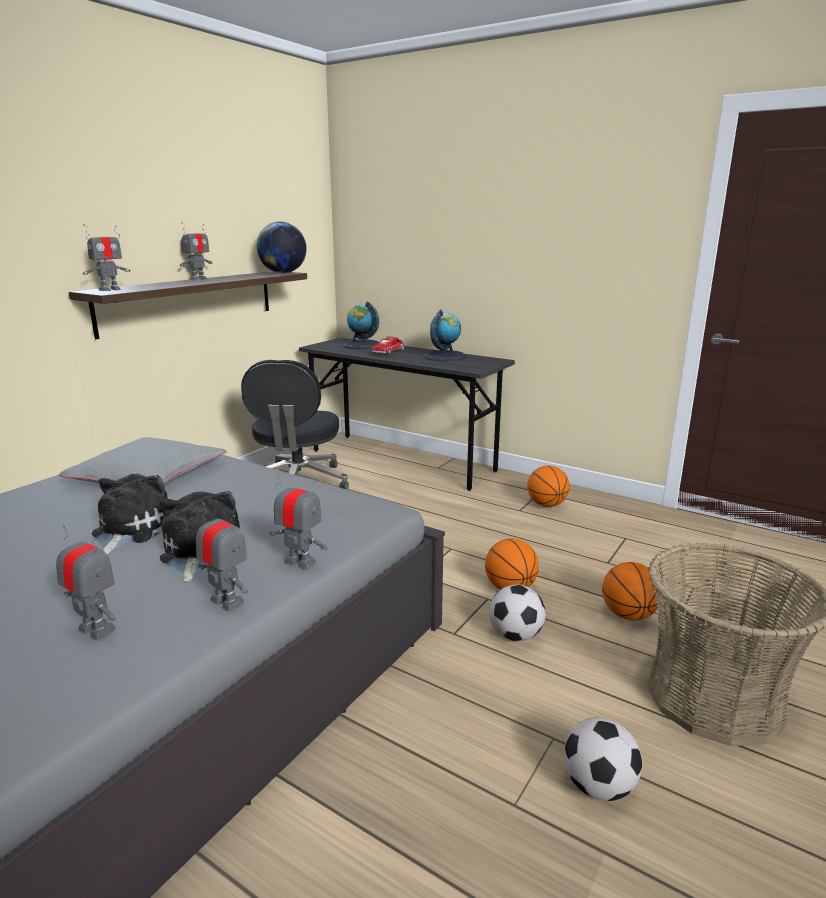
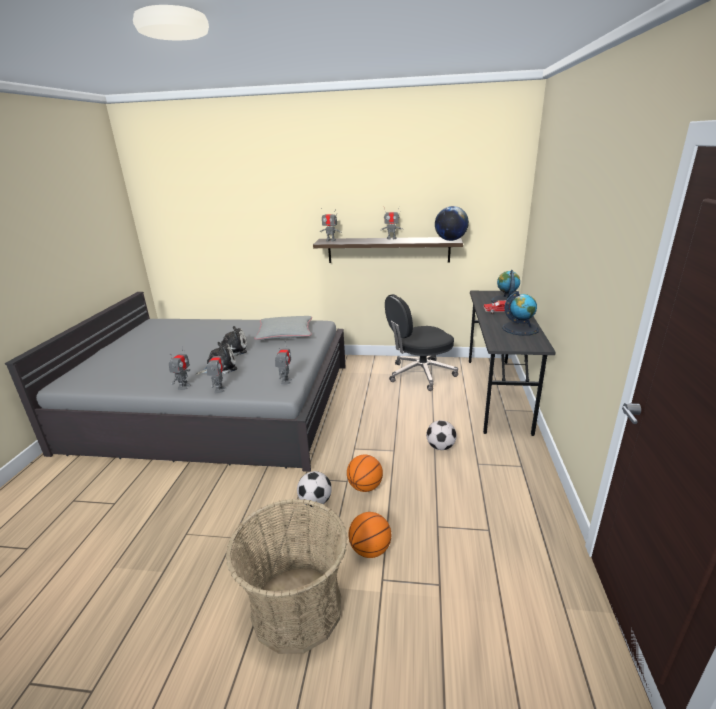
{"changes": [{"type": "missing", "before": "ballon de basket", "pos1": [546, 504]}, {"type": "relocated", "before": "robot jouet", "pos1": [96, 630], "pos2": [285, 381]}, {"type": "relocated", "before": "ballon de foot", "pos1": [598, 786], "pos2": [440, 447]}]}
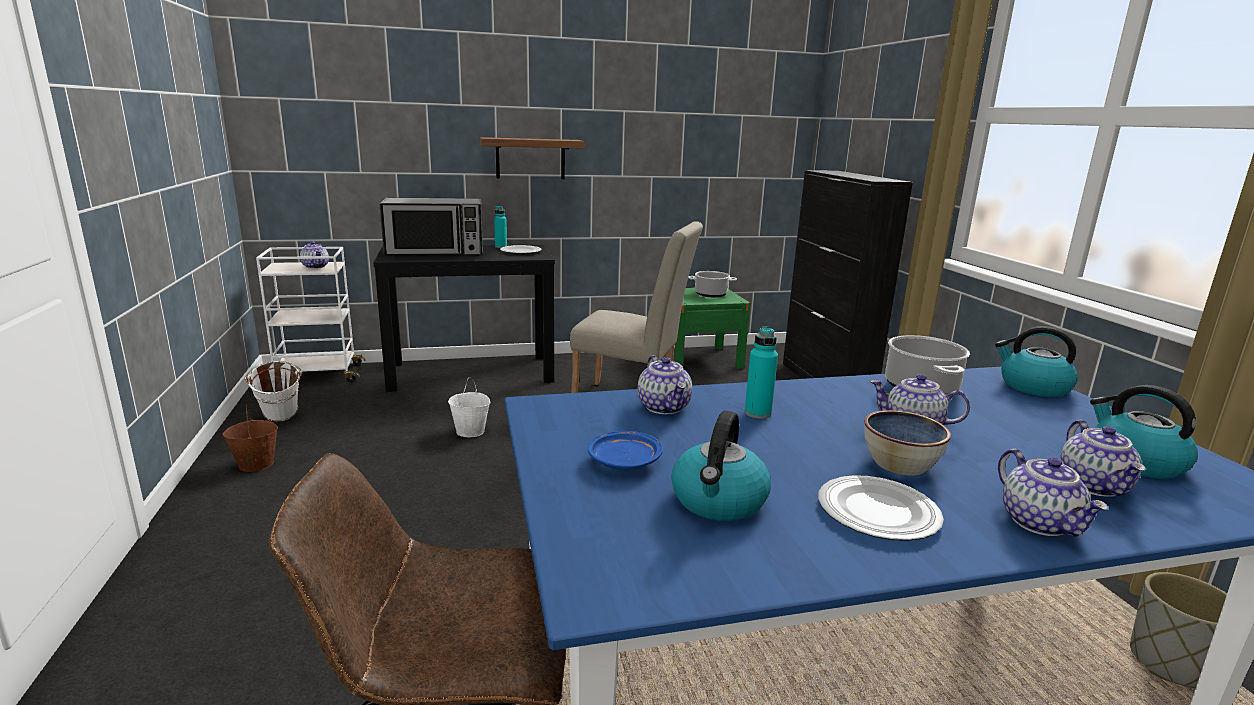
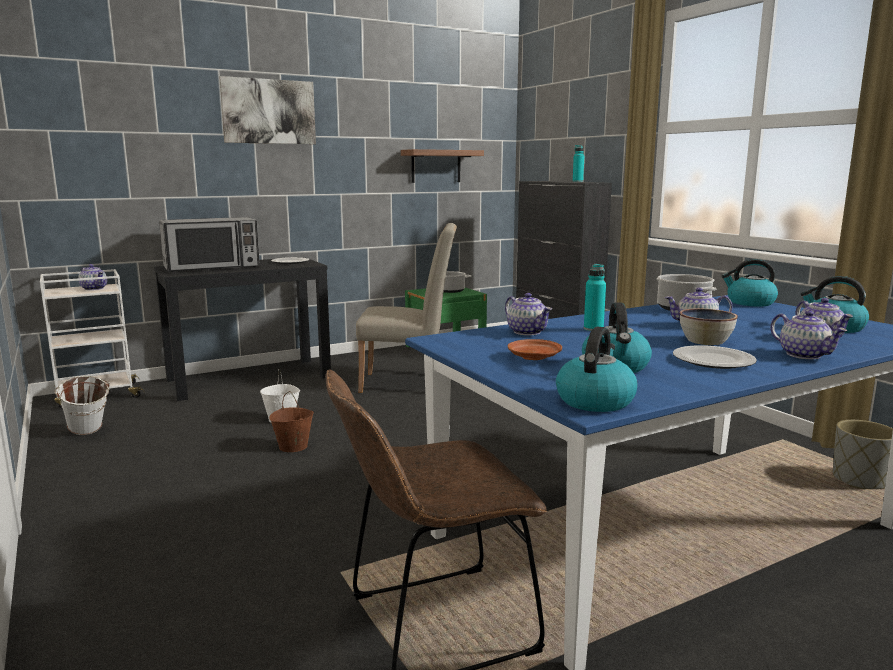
{"changes": [{"type": "relocated", "before": "étagère", "pos1": [530, 158], "pos2": [436, 166]}, {"type": "relocated", "before": "bouteille (turquoise)", "pos1": [501, 247], "pos2": [577, 181]}, {"type": "relocated", "before": "seau (marron)", "pos1": [255, 464], "pos2": [293, 447]}, {"type": "colour", "before": "assiette (bleu)", "after": "assiette (marron)", "pos1": [624, 461], "pos2": [534, 357]}, {"type": "appeared", "after": "tableau", "pos2": [268, 111]}, {"type": "appeared", "after": "bouilloire", "pos2": [595, 400]}]}
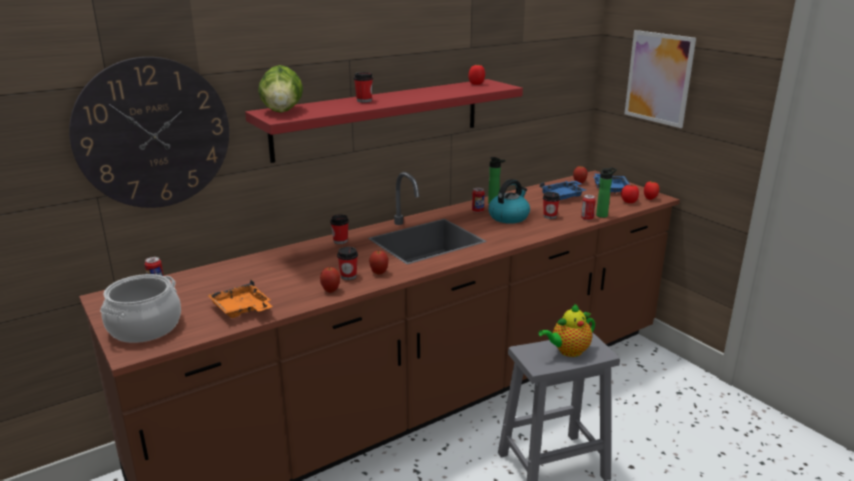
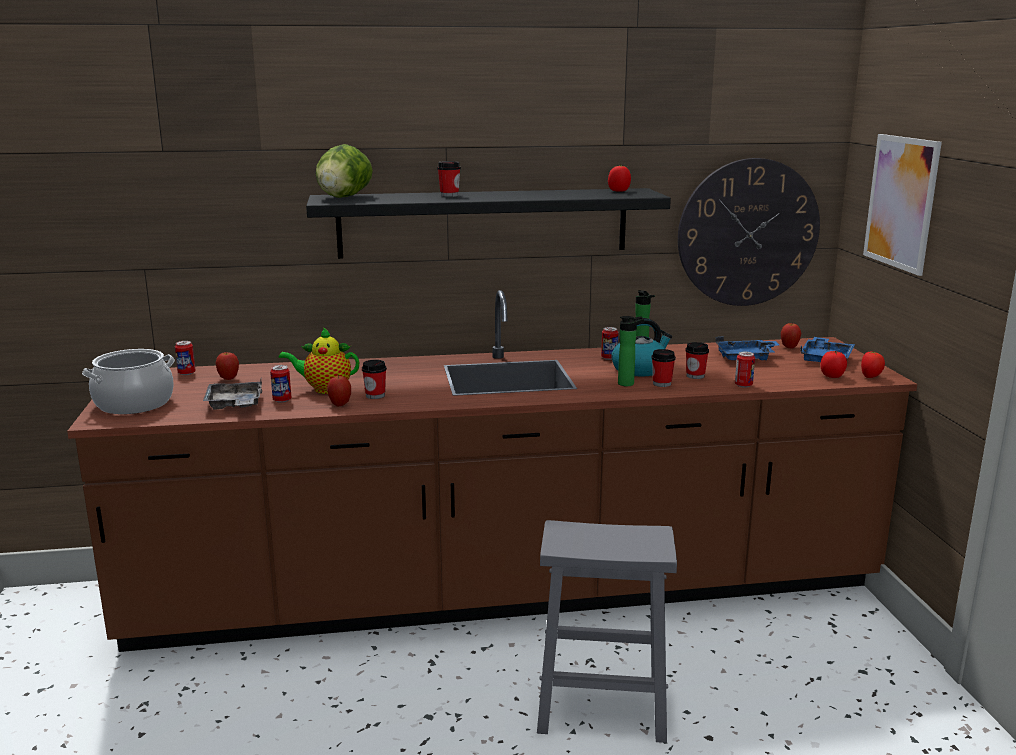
{"changes": [{"type": "relocated", "before": "horloge murale", "pos1": [153, 134], "pos2": [748, 233]}, {"type": "colour", "before": "étagère (rouge)", "after": "étagère (noir)", "pos1": [379, 118], "pos2": [484, 222]}, {"type": "relocated", "before": "bouteille", "pos1": [603, 215], "pos2": [628, 384]}, {"type": "relocated", "before": "tasse", "pos1": [340, 241], "pos2": [662, 384]}, {"type": "relocated", "before": "pomme", "pos1": [379, 273], "pos2": [228, 379]}, {"type": "colour", "before": "plateau (orange)", "after": "plateau (gris)", "pos1": [241, 309], "pos2": [235, 405]}, {"type": "relocated", "before": "théière", "pos1": [568, 351], "pos2": [324, 389]}, {"type": "appeared", "after": "boîte métallique", "pos2": [282, 400]}]}
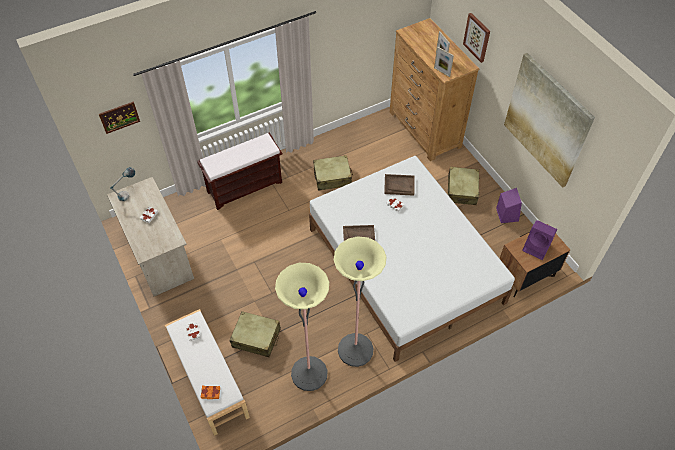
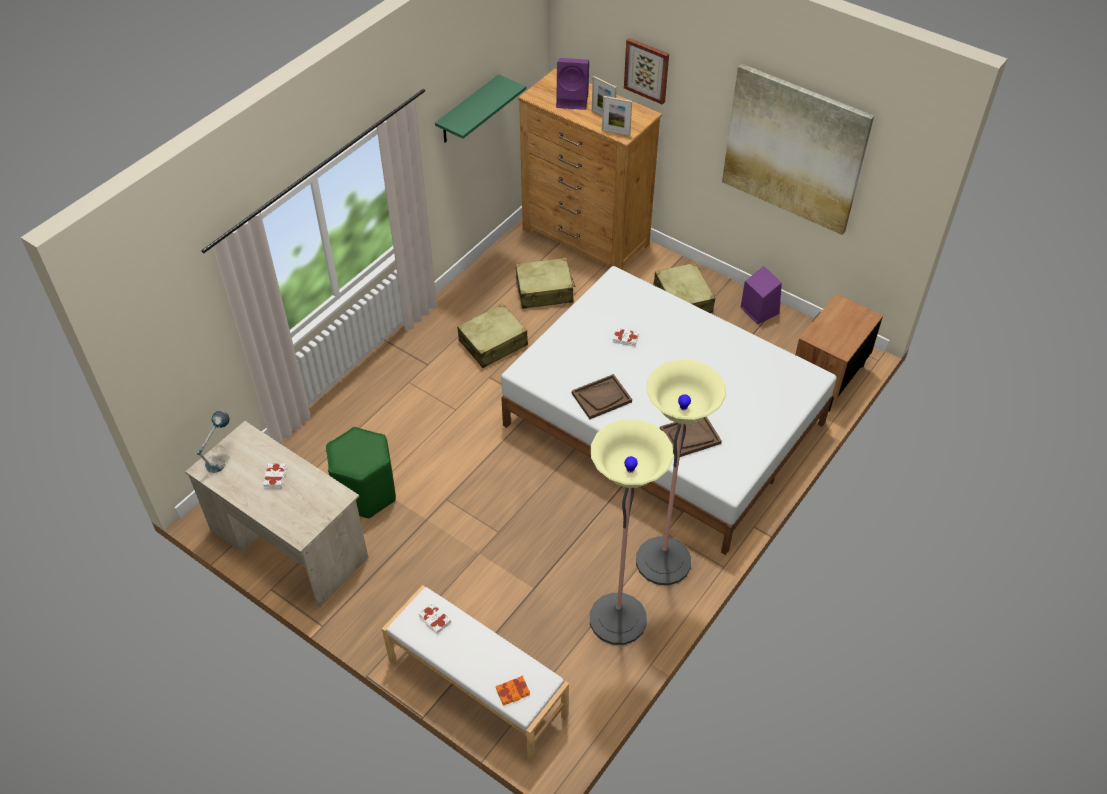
{"changes": [{"type": "missing", "before": "tableau", "pos1": [119, 117]}, {"type": "missing", "before": "banc (marron)", "pos1": [245, 186]}, {"type": "relocated", "before": "plateau (marron)", "pos1": [399, 185], "pos2": [690, 436]}, {"type": "relocated", "before": "enceinte (violet)", "pos1": [537, 248], "pos2": [573, 100]}, {"type": "relocated", "before": "valise (beige)", "pos1": [256, 338], "pos2": [544, 291]}, {"type": "appeared", "after": "étagère (vert)", "pos2": [468, 110]}, {"type": "appeared", "after": "tabouret (vert)", "pos2": [366, 493]}]}
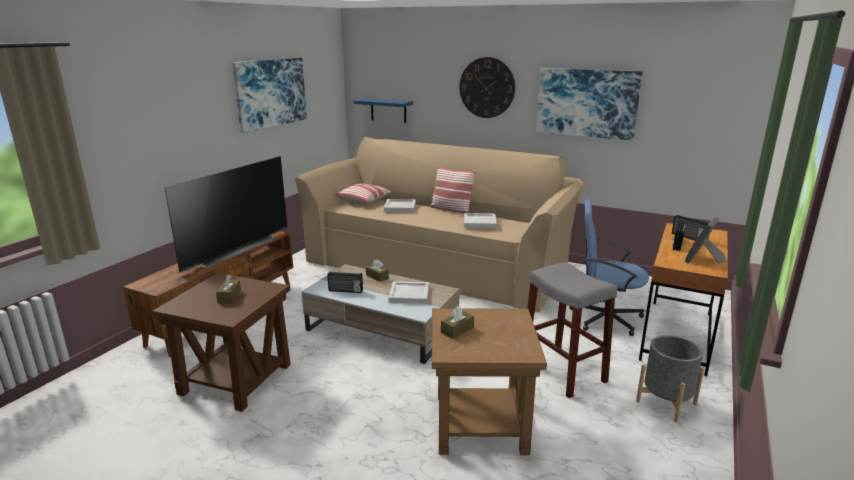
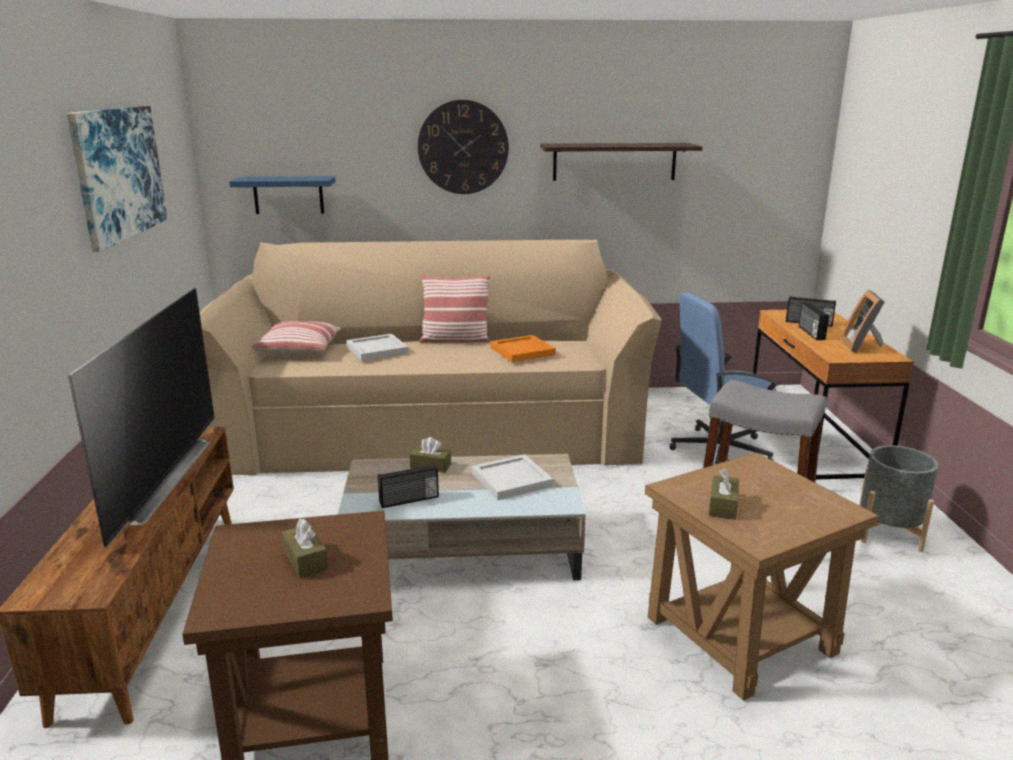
{"changes": [{"type": "exchanged", "before": "tableau", "after": "étagère", "pos1": [587, 103], "pos2": [614, 161]}, {"type": "colour", "before": "plateau (blanc)", "after": "plateau (orange)", "pos1": [479, 222], "pos2": [522, 351]}]}
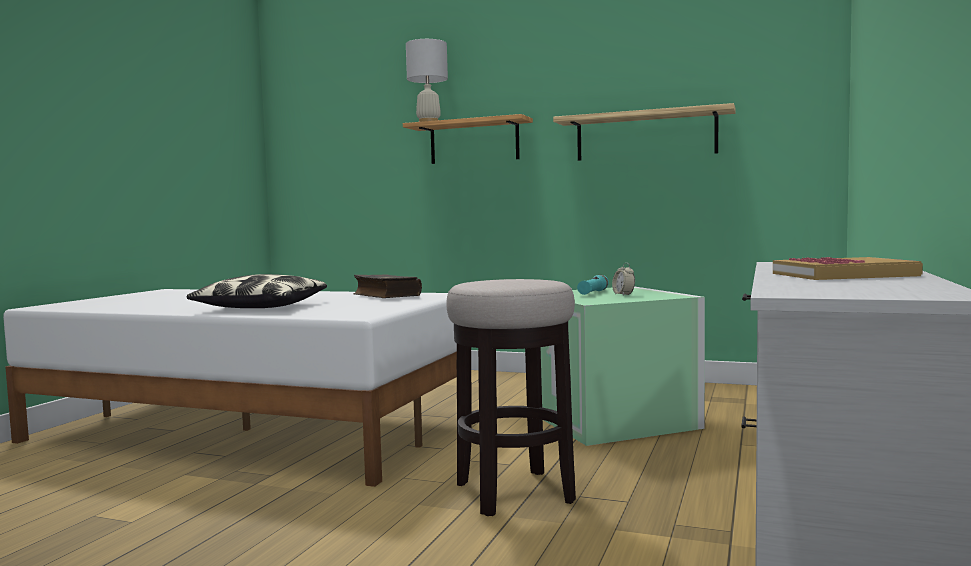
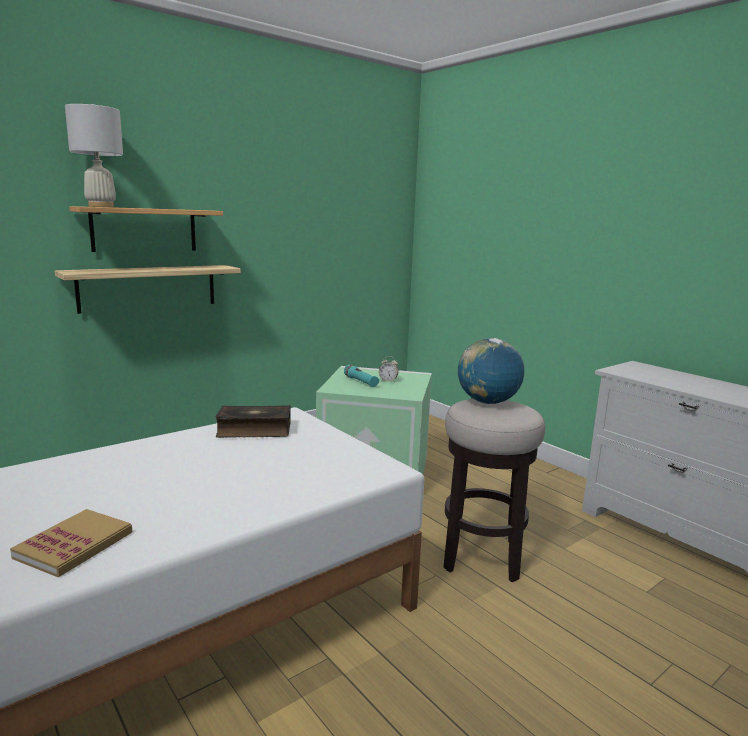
{"changes": [{"type": "relocated", "before": "étagère", "pos1": [645, 136], "pos2": [148, 288]}, {"type": "relocated", "before": "livre", "pos1": [843, 275], "pos2": [74, 545]}, {"type": "missing", "before": "coussin", "pos1": [261, 307]}, {"type": "appeared", "after": "globe", "pos2": [487, 402]}]}
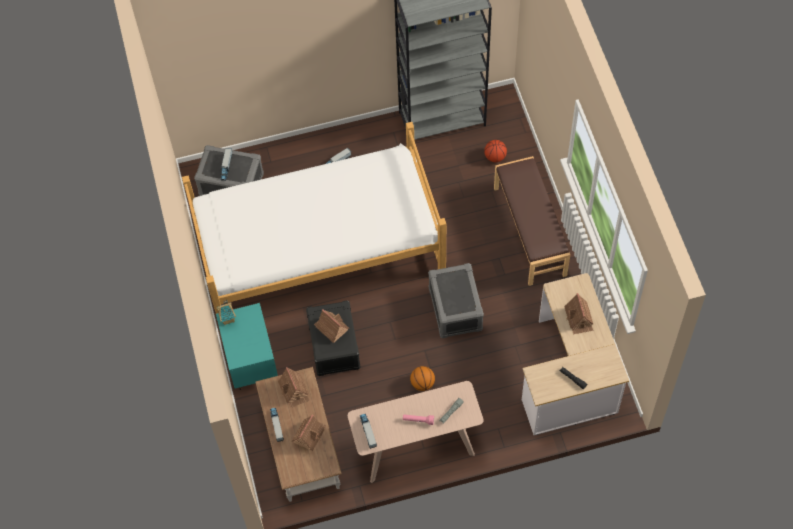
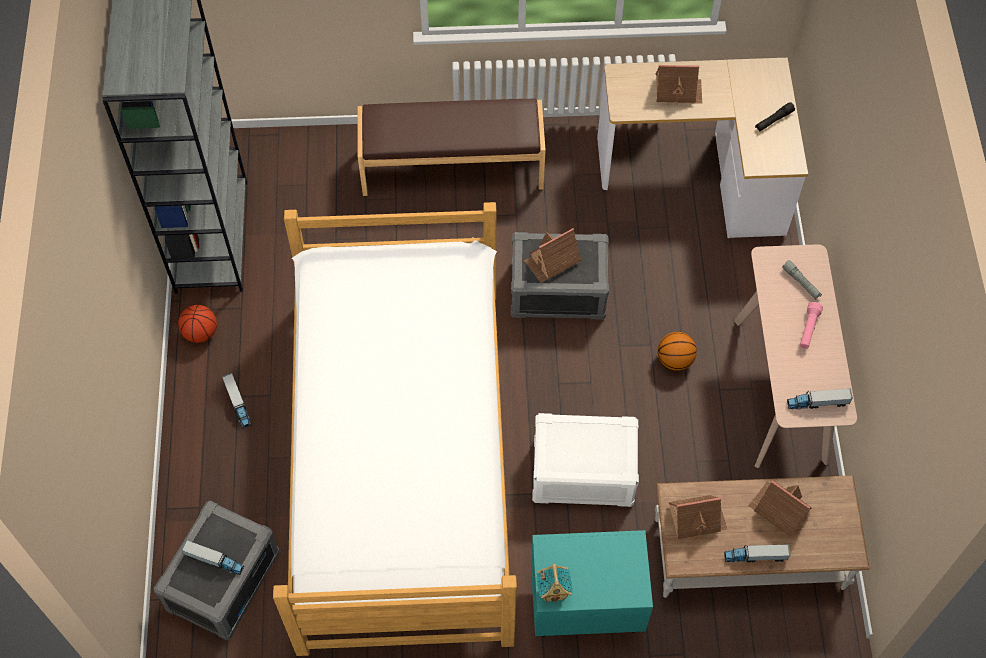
{"changes": [{"type": "relocated", "before": "ballon de basket", "pos1": [495, 157], "pos2": [200, 333]}, {"type": "colour", "before": "boîte de rangement (noir)", "after": "boîte de rangement (blanc)", "pos1": [333, 346], "pos2": [582, 472]}, {"type": "relocated", "before": "maison miniature", "pos1": [331, 327], "pos2": [552, 260]}]}
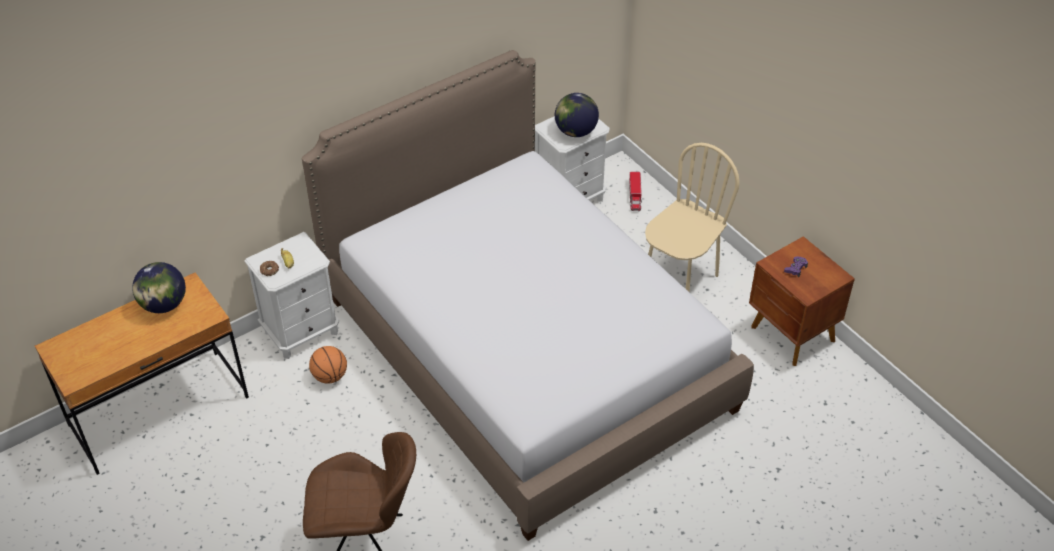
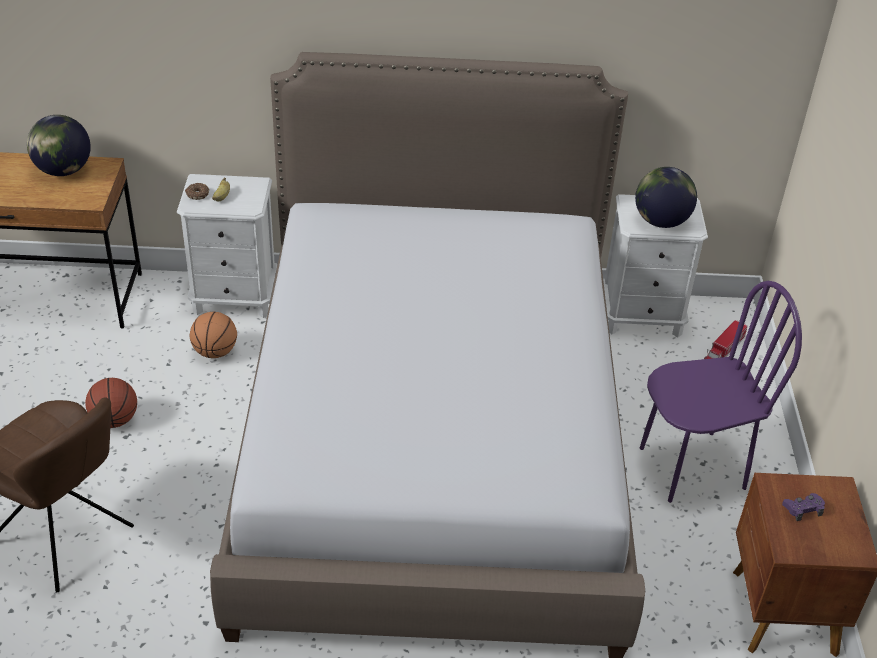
{"changes": [{"type": "colour", "before": "chaise (beige)", "after": "chaise (violet)", "pos1": [679, 279], "pos2": [691, 467]}, {"type": "appeared", "after": "ballon de basket", "pos2": [114, 420]}]}
